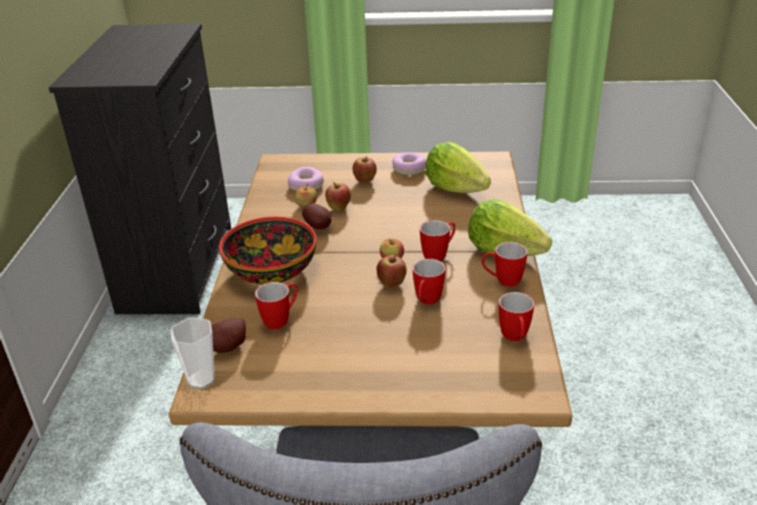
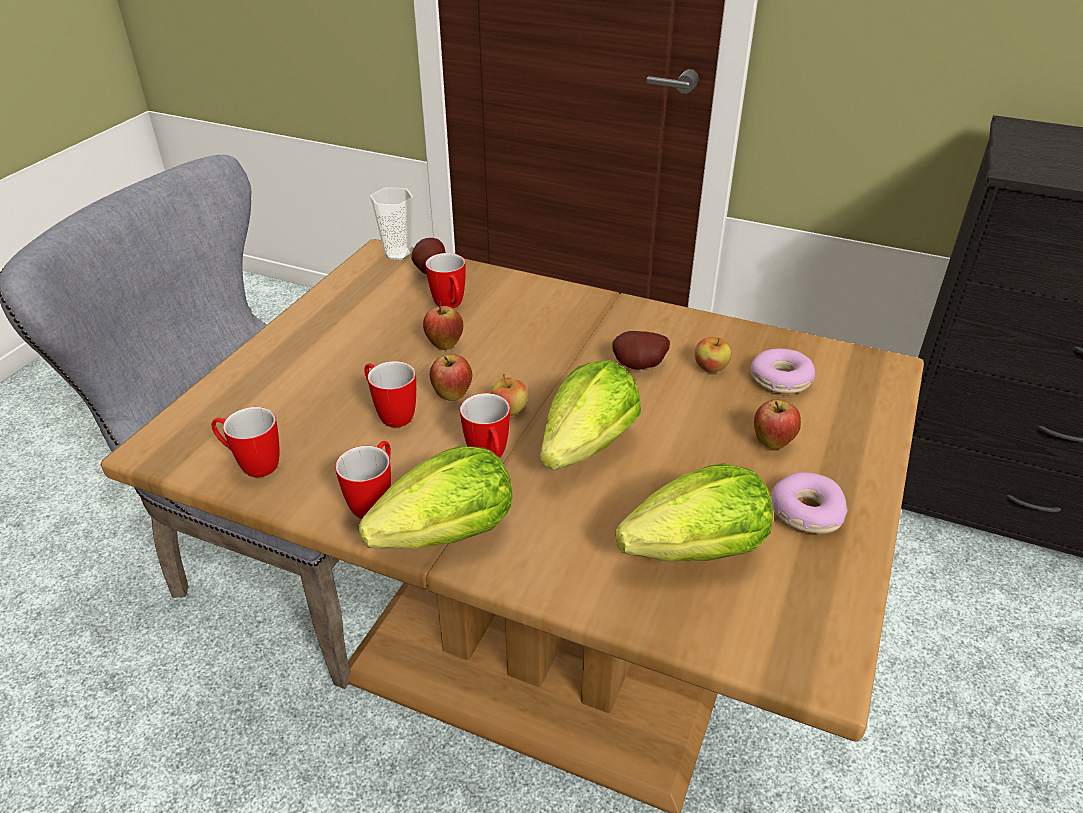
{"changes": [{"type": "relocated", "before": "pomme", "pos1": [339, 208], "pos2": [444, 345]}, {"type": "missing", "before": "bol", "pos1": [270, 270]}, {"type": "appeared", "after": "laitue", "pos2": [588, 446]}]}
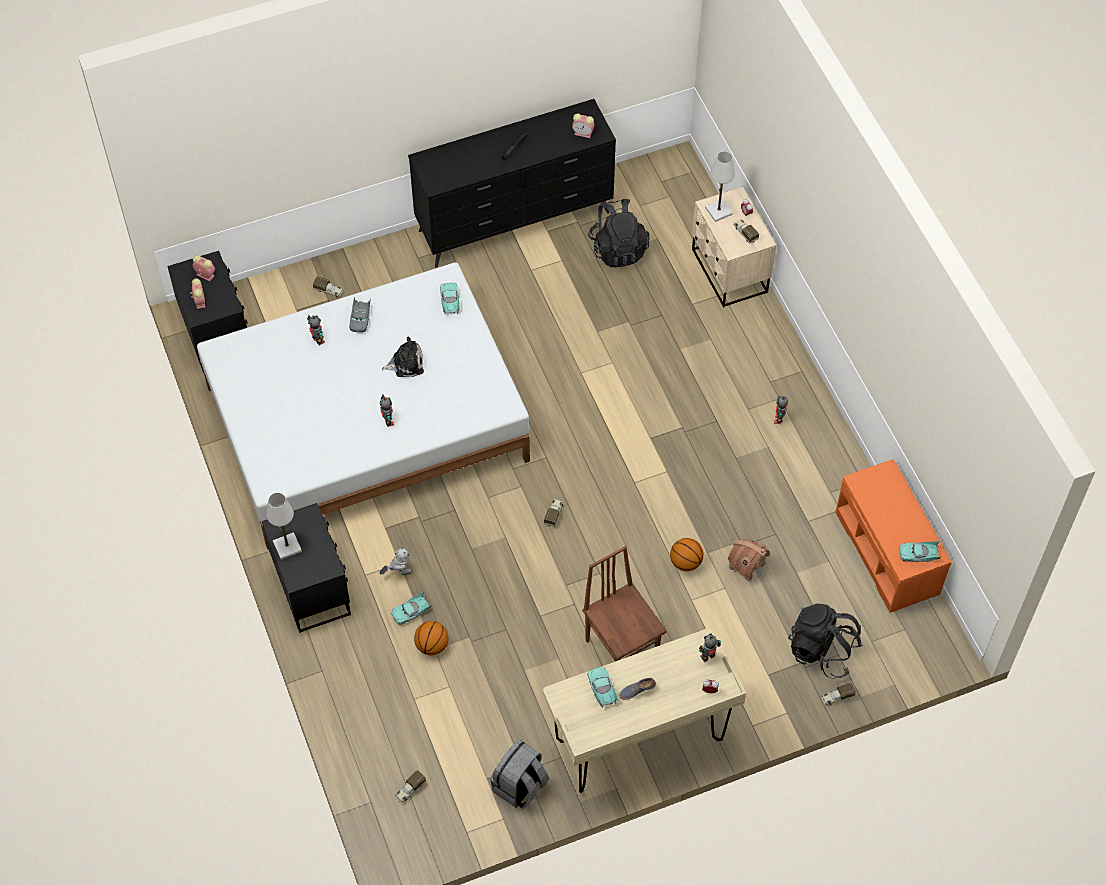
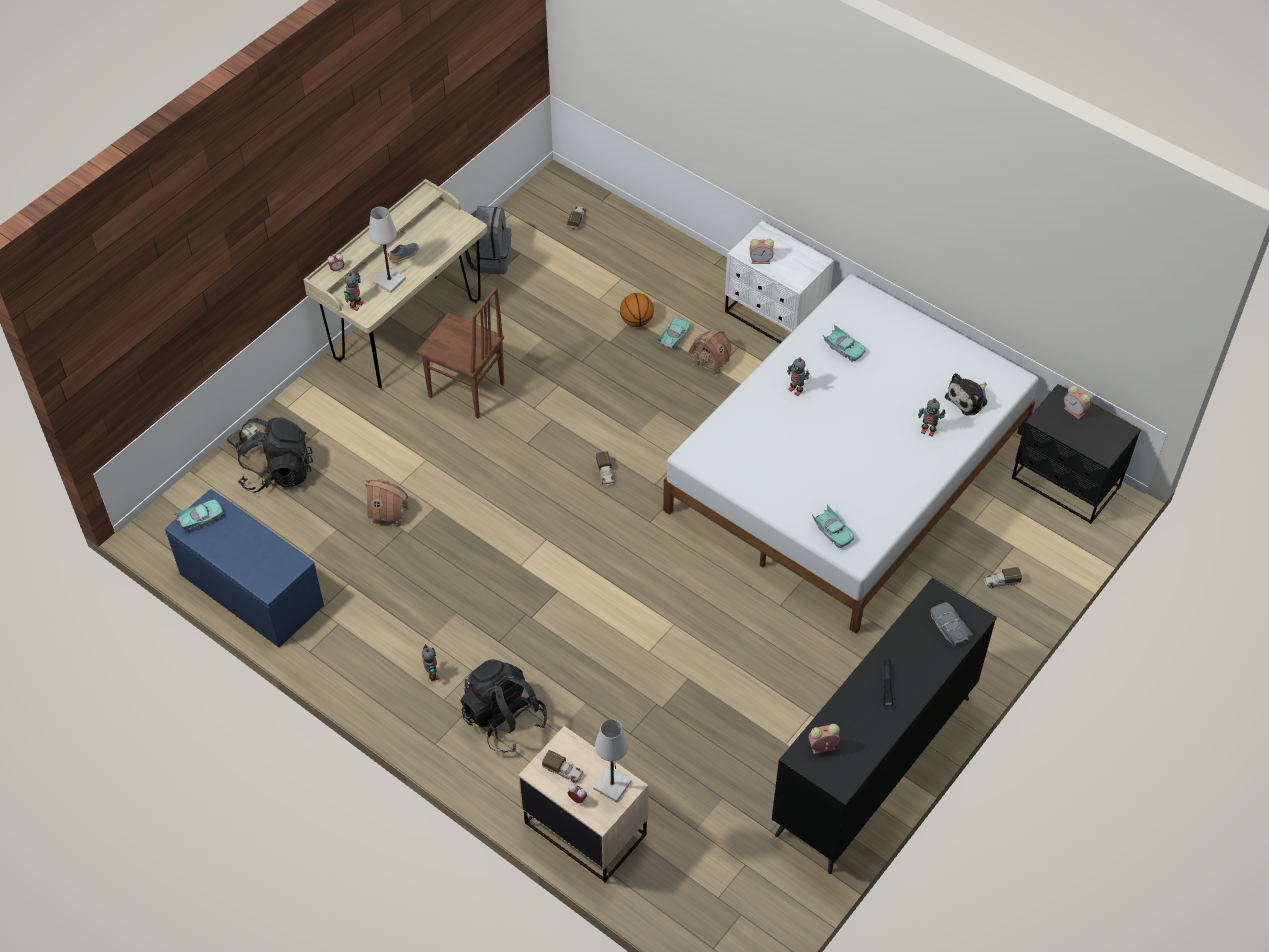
{"changes": [{"type": "relocated", "before": "sac à dos (noir)", "pos1": [618, 249], "pos2": [504, 719]}, {"type": "relocated", "before": "réveil", "pos1": [204, 275], "pos2": [761, 260]}, {"type": "relocated", "before": "petite voiture (gris)", "pos1": [360, 319], "pos2": [949, 628]}, {"type": "relocated", "before": "peluche", "pos1": [406, 363], "pos2": [968, 399]}, {"type": "colour", "before": "banc (orange)", "after": "banc (bleu)", "pos1": [888, 553], "pos2": [249, 590]}, {"type": "relocated", "before": "lampe de table (blanc)", "pos1": [287, 547], "pos2": [389, 281]}, {"type": "colour", "before": "table de chevet (noir)", "after": "table de chevet (blanc)", "pos1": [312, 588], "pos2": [775, 317]}, {"type": "missing", "before": "ballon de basket", "pos1": [685, 562]}, {"type": "exchanged", "before": "robot jouet", "after": "maison miniature", "pos1": [398, 572], "pos2": [711, 361]}, {"type": "relocated", "before": "petite voiture (turquoise)", "pos1": [602, 689], "pos2": [844, 348]}]}
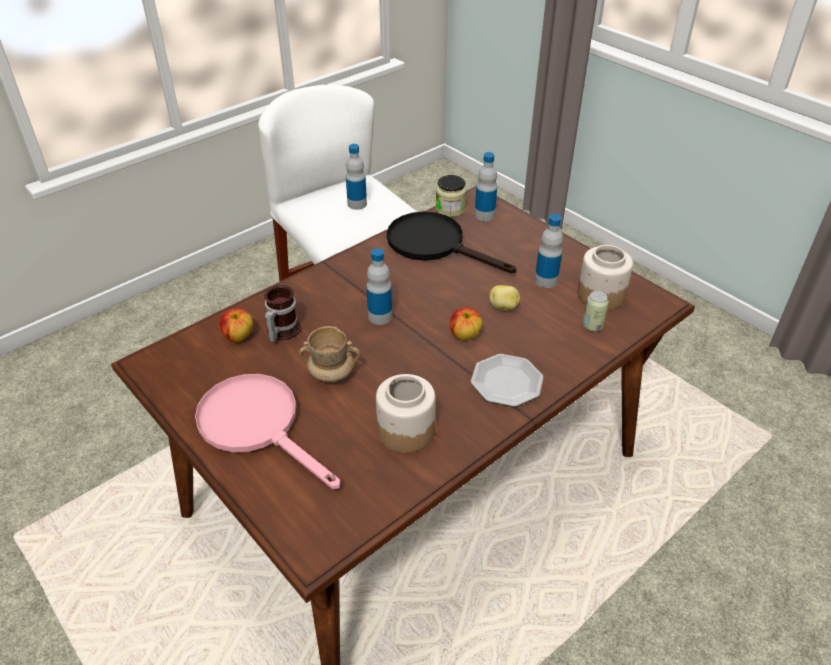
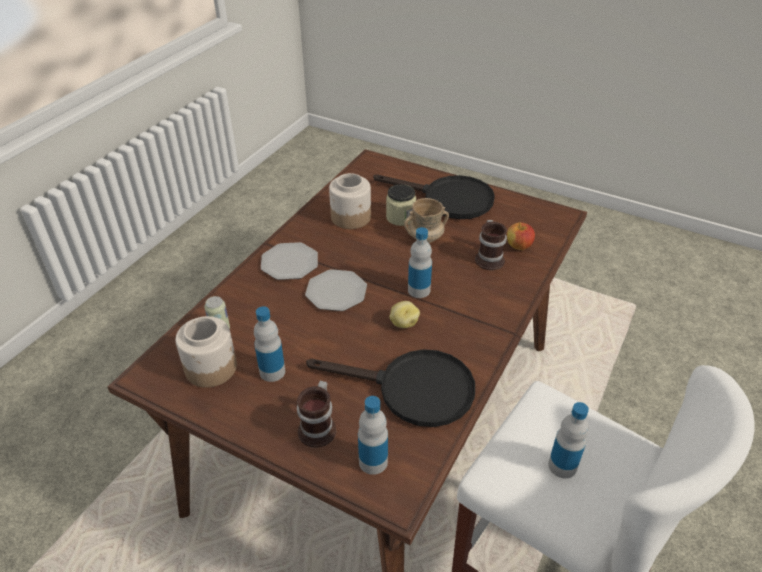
{"changes": [{"type": "relocated", "before": "bocal", "pos1": [450, 209], "pos2": [400, 217]}, {"type": "relocated", "before": "pomme de terre", "pos1": [504, 307], "pos2": [403, 323]}, {"type": "exchanged", "before": "pomme", "after": "assiette", "pos1": [465, 335], "pos2": [336, 292]}, {"type": "colour", "before": "poêle (rose)", "after": "poêle (noir)", "pos1": [258, 425], "pos2": [448, 199]}, {"type": "appeared", "after": "mug", "pos2": [320, 428]}]}
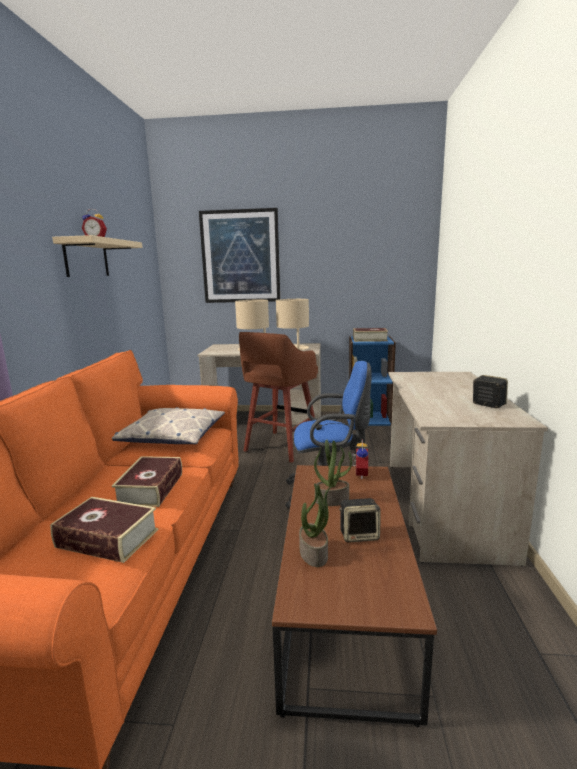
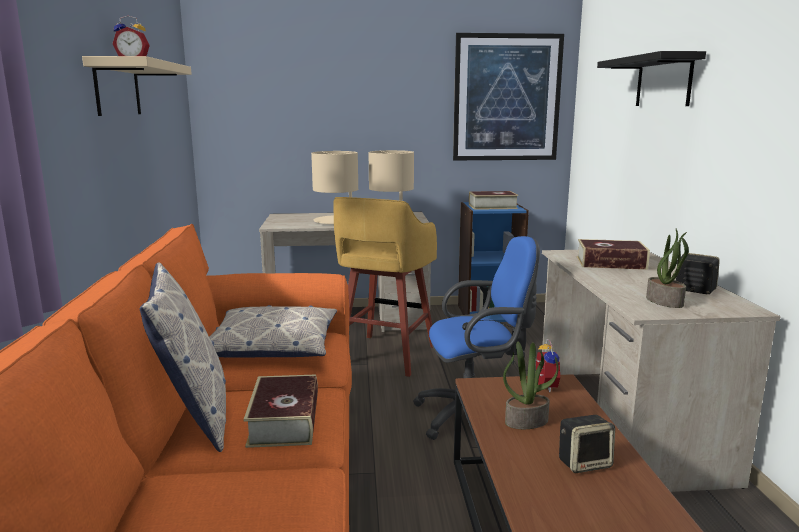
{"changes": [{"type": "relocated", "before": "tableau", "pos1": [240, 256], "pos2": [507, 98]}, {"type": "colour", "before": "tabouret (marron)", "after": "tabouret (jaune)", "pos1": [280, 447], "pos2": [385, 356]}, {"type": "relocated", "before": "plante en pot", "pos1": [314, 553], "pos2": [665, 301]}, {"type": "relocated", "before": "livre", "pos1": [107, 538], "pos2": [610, 263]}, {"type": "appeared", "after": "étagère (noir)", "pos2": [663, 81]}, {"type": "appeared", "after": "coussin", "pos2": [194, 416]}]}
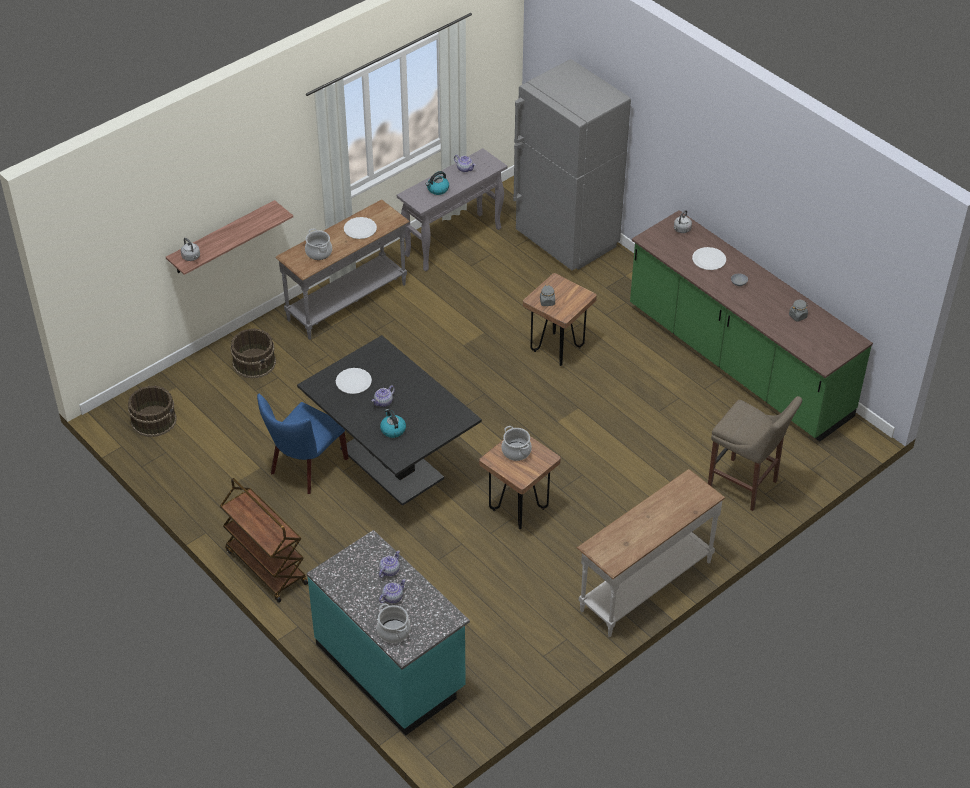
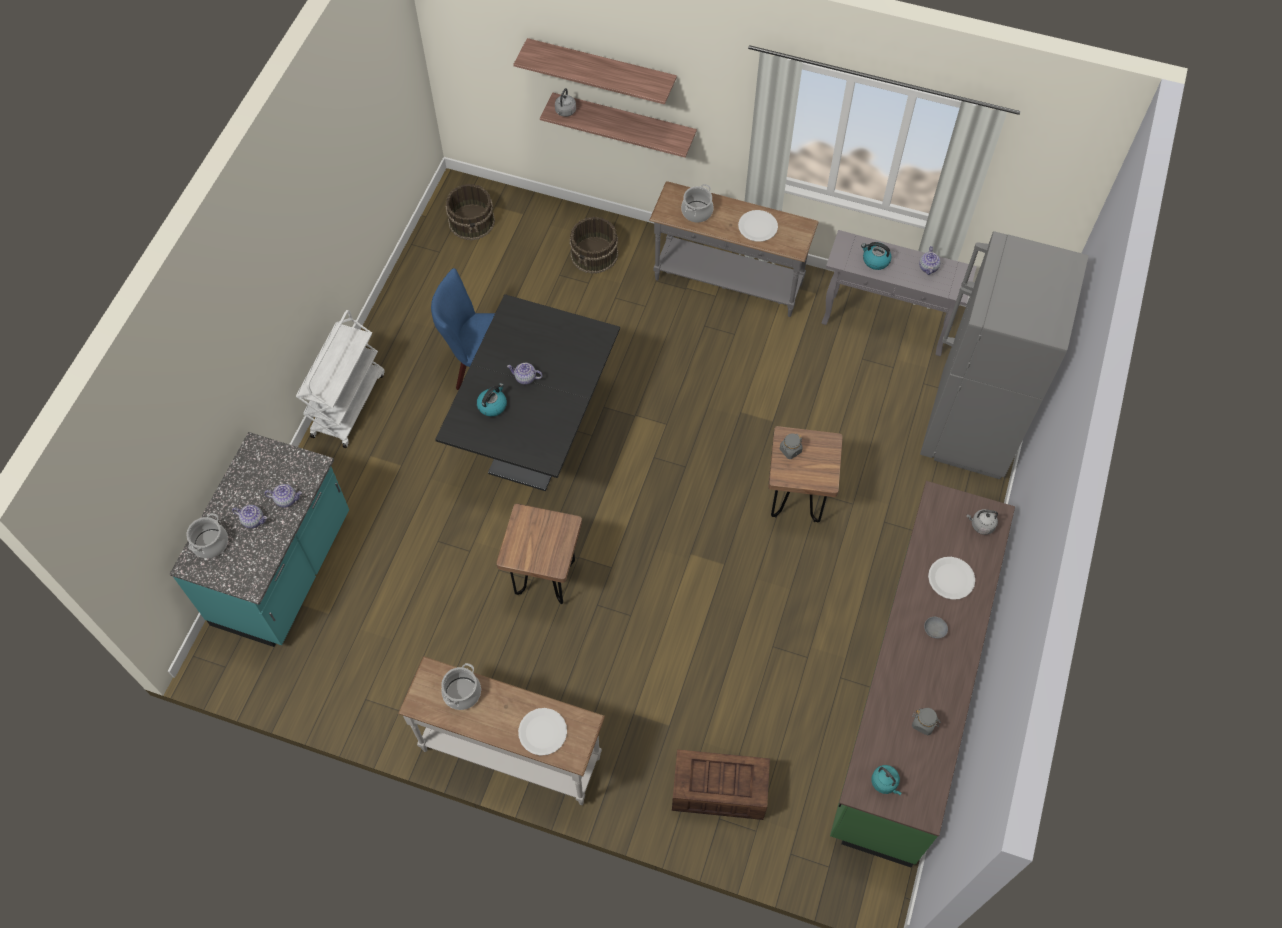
{"changes": [{"type": "relocated", "before": "assiette (blanc)", "pos1": [353, 382], "pos2": [542, 732]}, {"type": "exchanged", "before": "tabouret (beige)", "after": "caisse", "pos1": [745, 486], "pos2": [717, 791]}, {"type": "relocated", "before": "marmite", "pos1": [516, 451], "pos2": [462, 693]}, {"type": "colour", "before": "chariot (marron)", "after": "chariot (blanc)", "pos1": [265, 567], "pos2": [348, 404]}, {"type": "appeared", "after": "étagère", "pos2": [601, 68]}, {"type": "appeared", "after": "bouilloire (turquoise)", "pos2": [885, 783]}]}
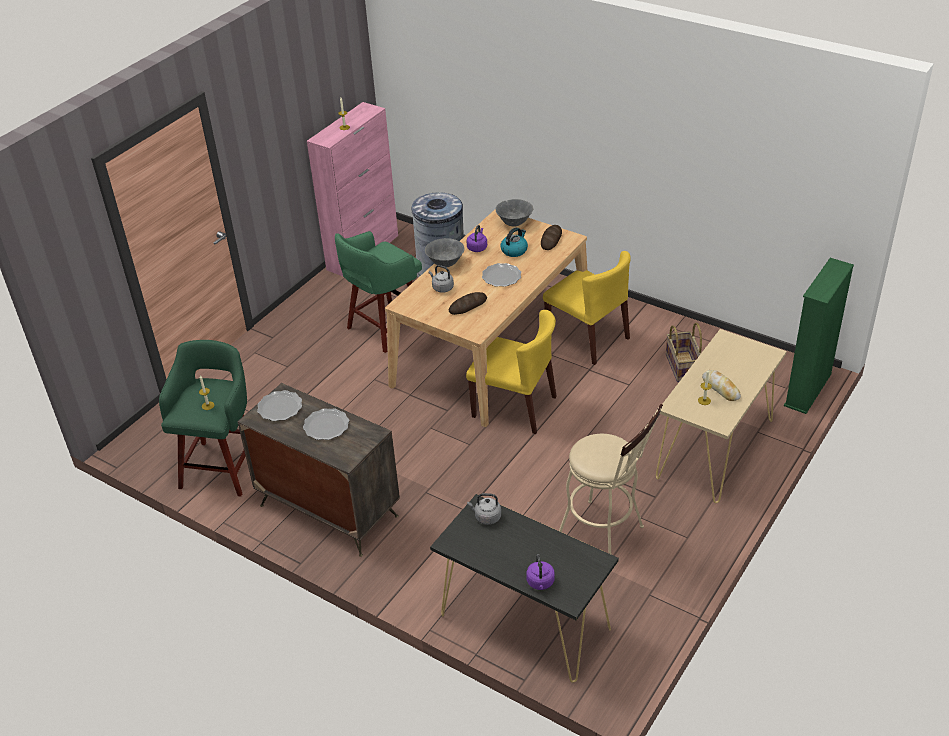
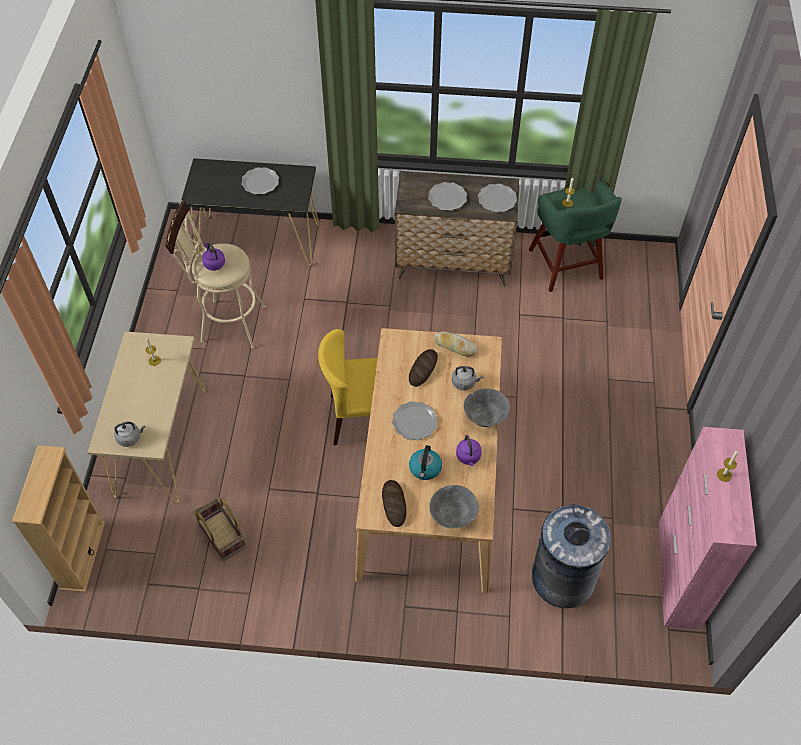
{"changes": [{"type": "missing", "before": "tabouret (vert)", "pos1": [385, 328]}, {"type": "missing", "before": "chaise (jaune)", "pos1": [588, 338]}, {"type": "colour", "before": "bibliothèque (vert)", "after": "bibliothèque (beige)", "pos1": [808, 390], "pos2": [82, 555]}, {"type": "relocated", "before": "pain", "pos1": [721, 388], "pos2": [455, 346]}, {"type": "relocated", "before": "bouilloire (gris)", "pos1": [486, 517], "pos2": [130, 438]}, {"type": "relocated", "before": "bouilloire (violet)", "pos1": [540, 583], "pos2": [214, 263]}, {"type": "appeared", "after": "assiette", "pos2": [260, 182]}]}
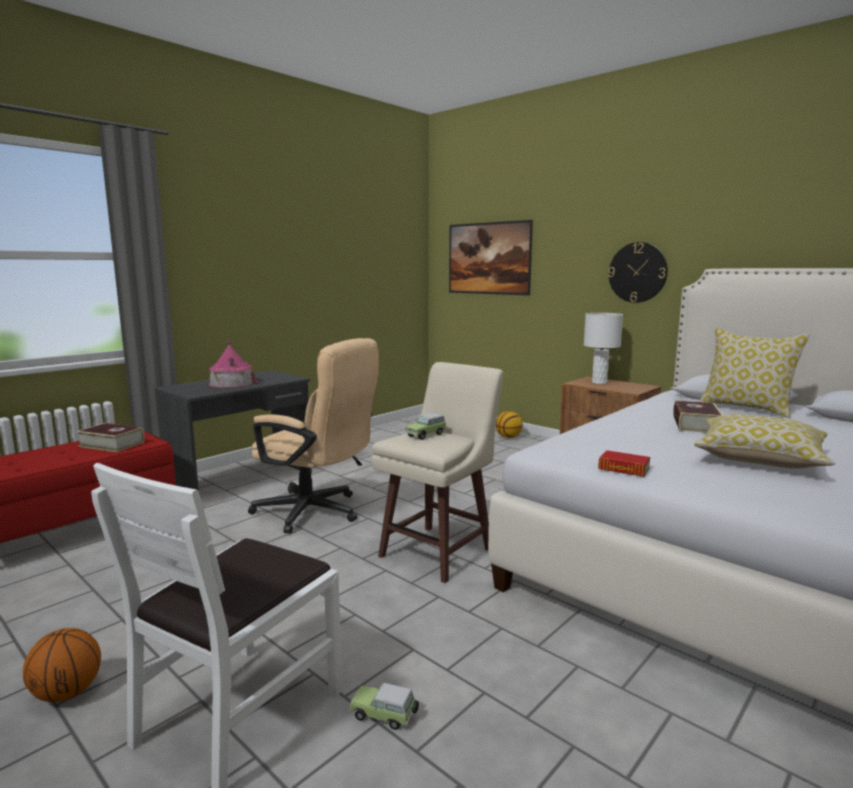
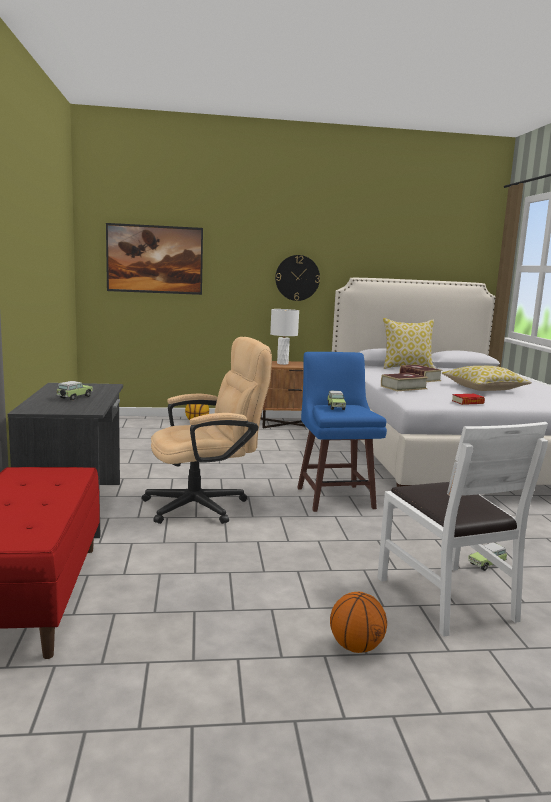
{"changes": [{"type": "exchanged", "before": "maison miniature", "after": "petite voiture", "pos1": [232, 383], "pos2": [74, 397]}, {"type": "colour", "before": "tabouret (beige)", "after": "tabouret (bleu)", "pos1": [439, 552], "pos2": [335, 497]}, {"type": "relocated", "before": "livre", "pos1": [111, 444], "pos2": [403, 387]}]}
